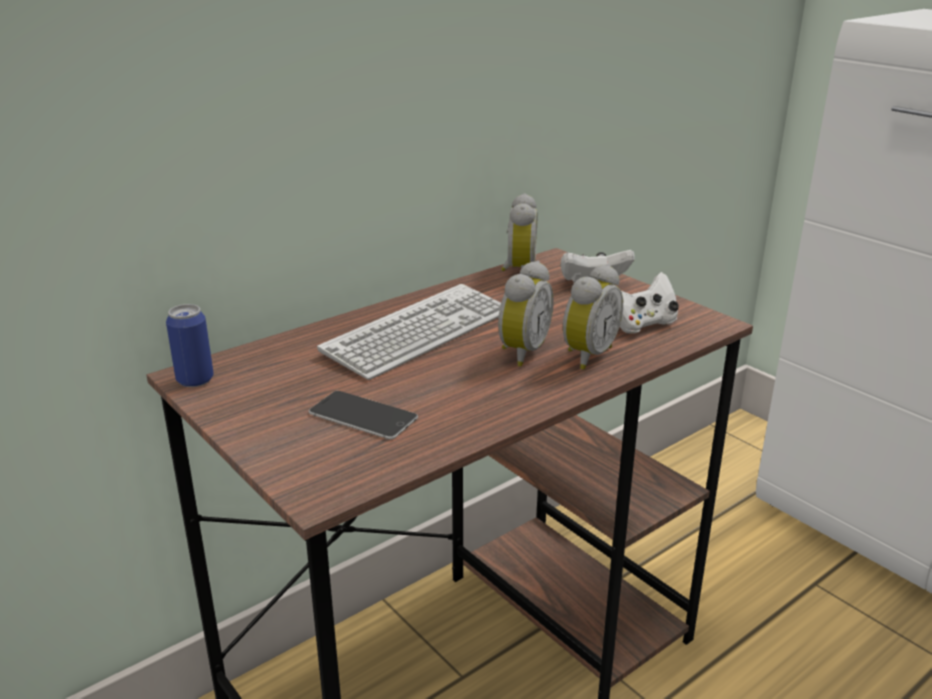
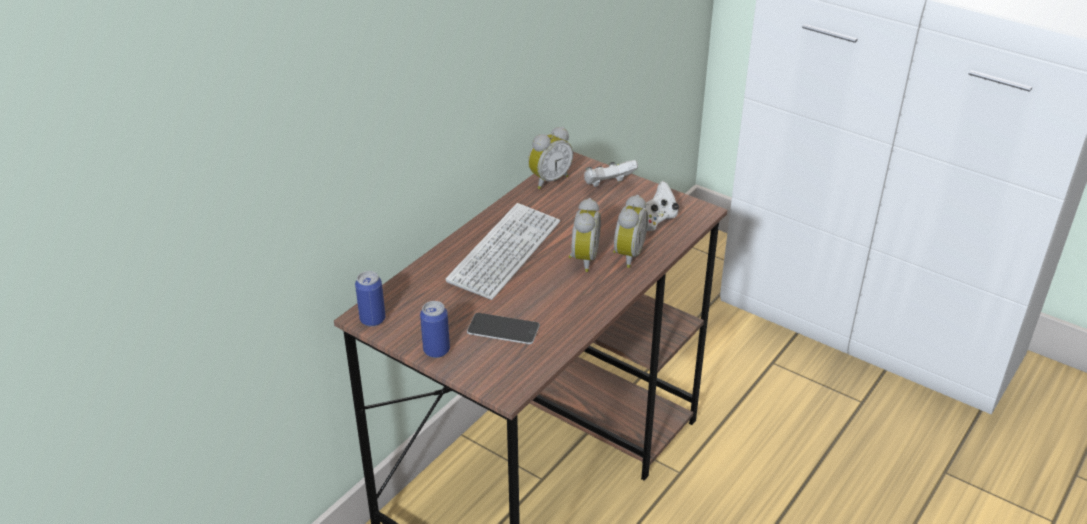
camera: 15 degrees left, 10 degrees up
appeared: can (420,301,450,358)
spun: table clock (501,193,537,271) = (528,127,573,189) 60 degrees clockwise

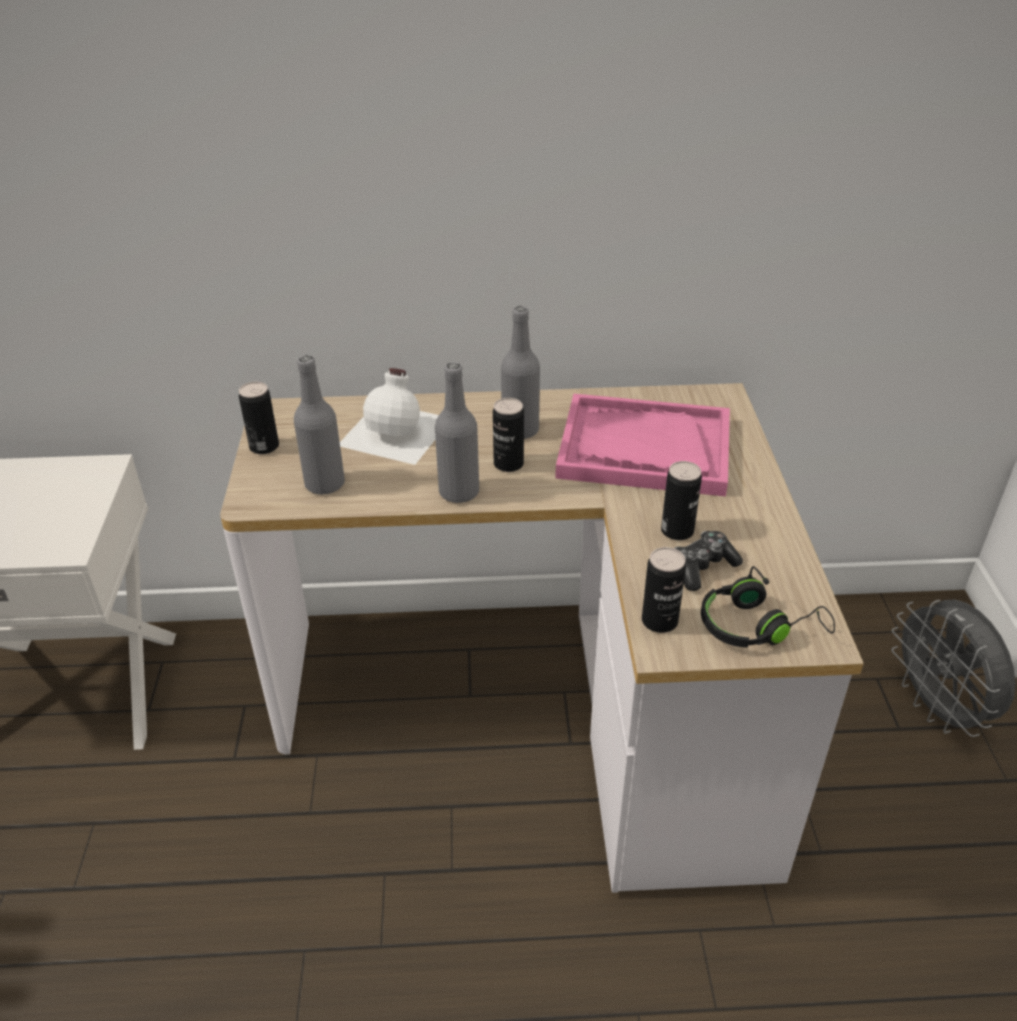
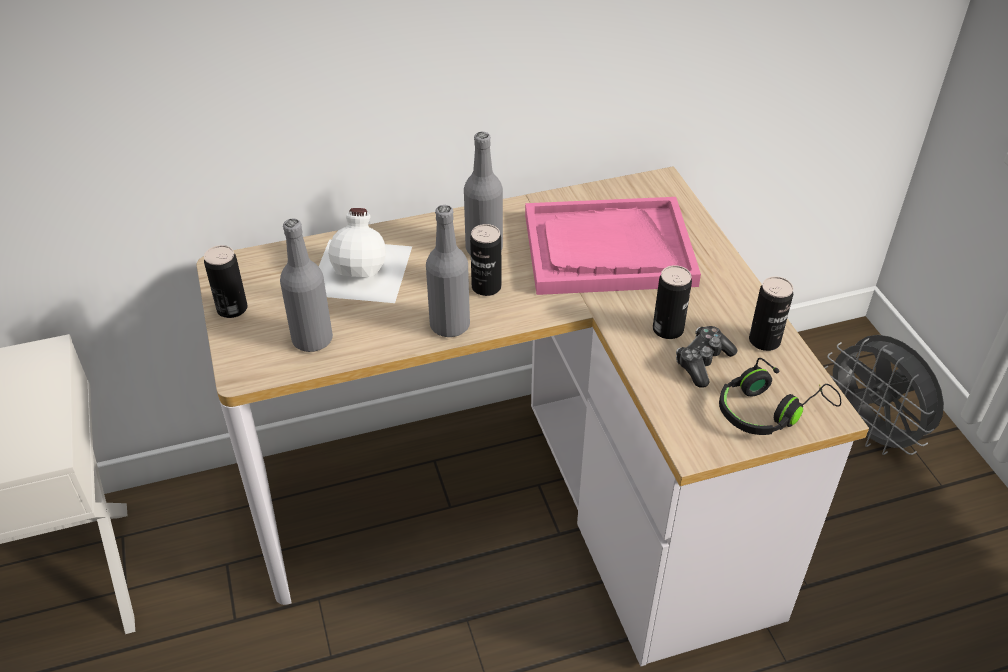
camera: 15 degrees left, 5 degrees up
relocated: can (642,547,686,633) to (749,276,793,351)

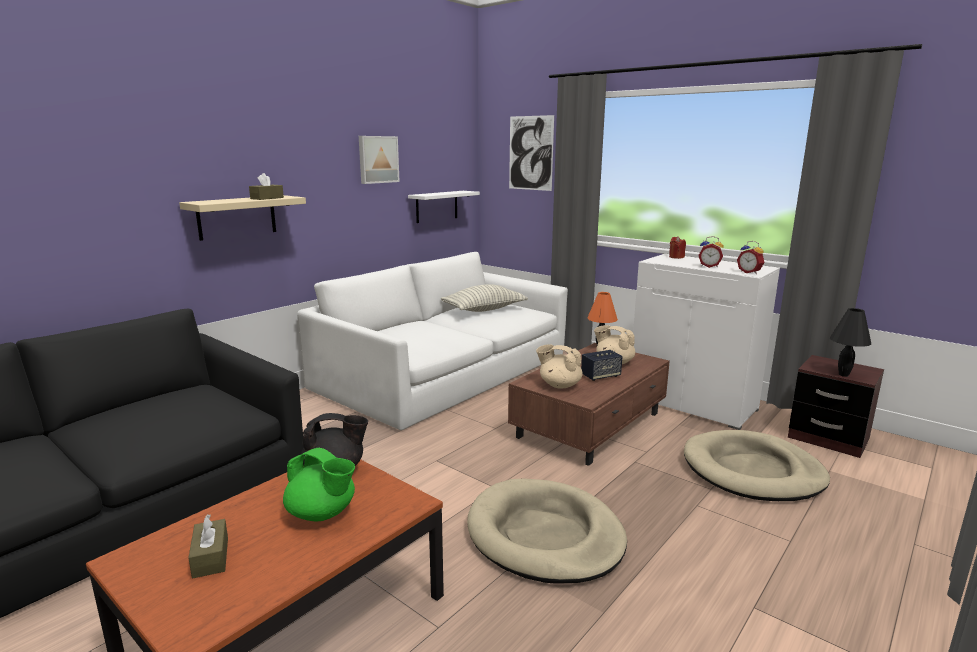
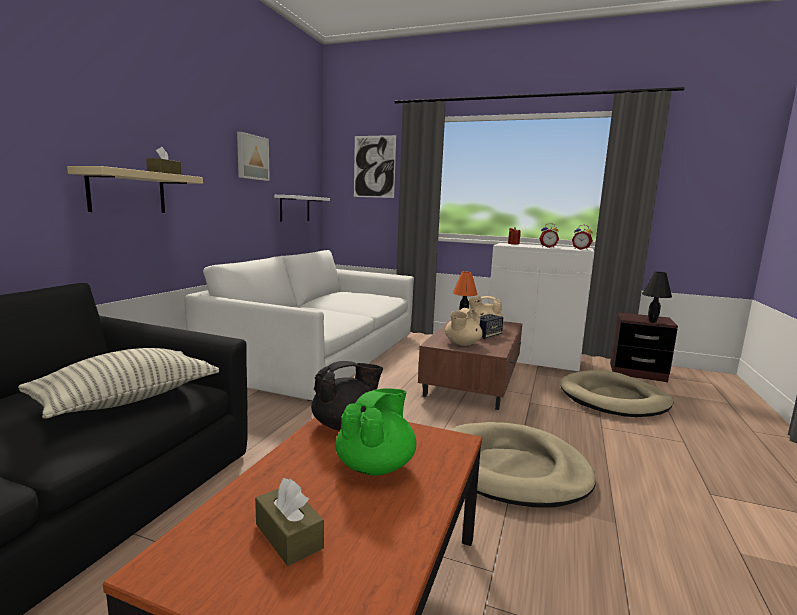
camera: 20 degrees left, 5 degrees down
relocated: cushion (441,284,528,312) to (18,348,219,418)
spun: teapot/greenish (283,448,355,521) = (336,388,416,476) 75 degrees counterclockwise; teapot/beige-coloured (536,344,583,388) = (445,308,483,346) 60 degrees counterclockwise

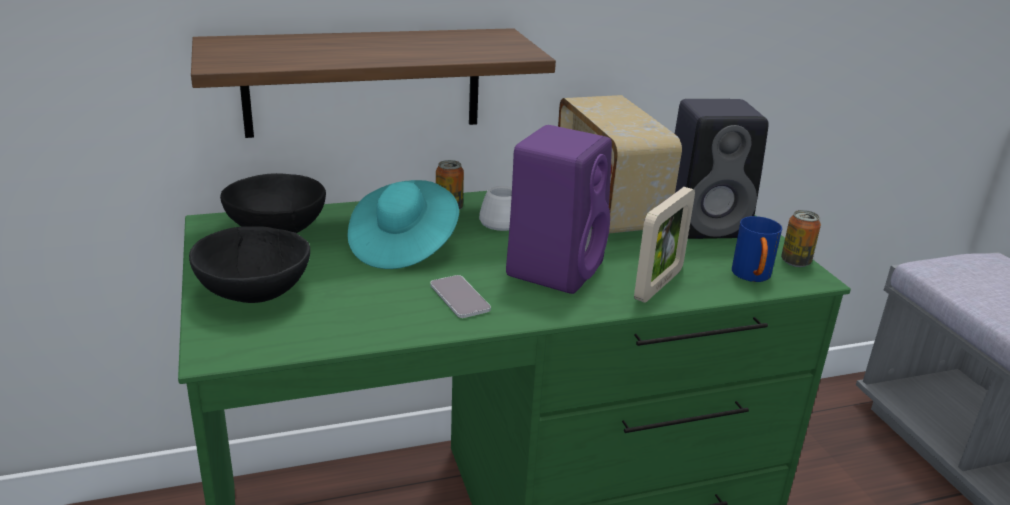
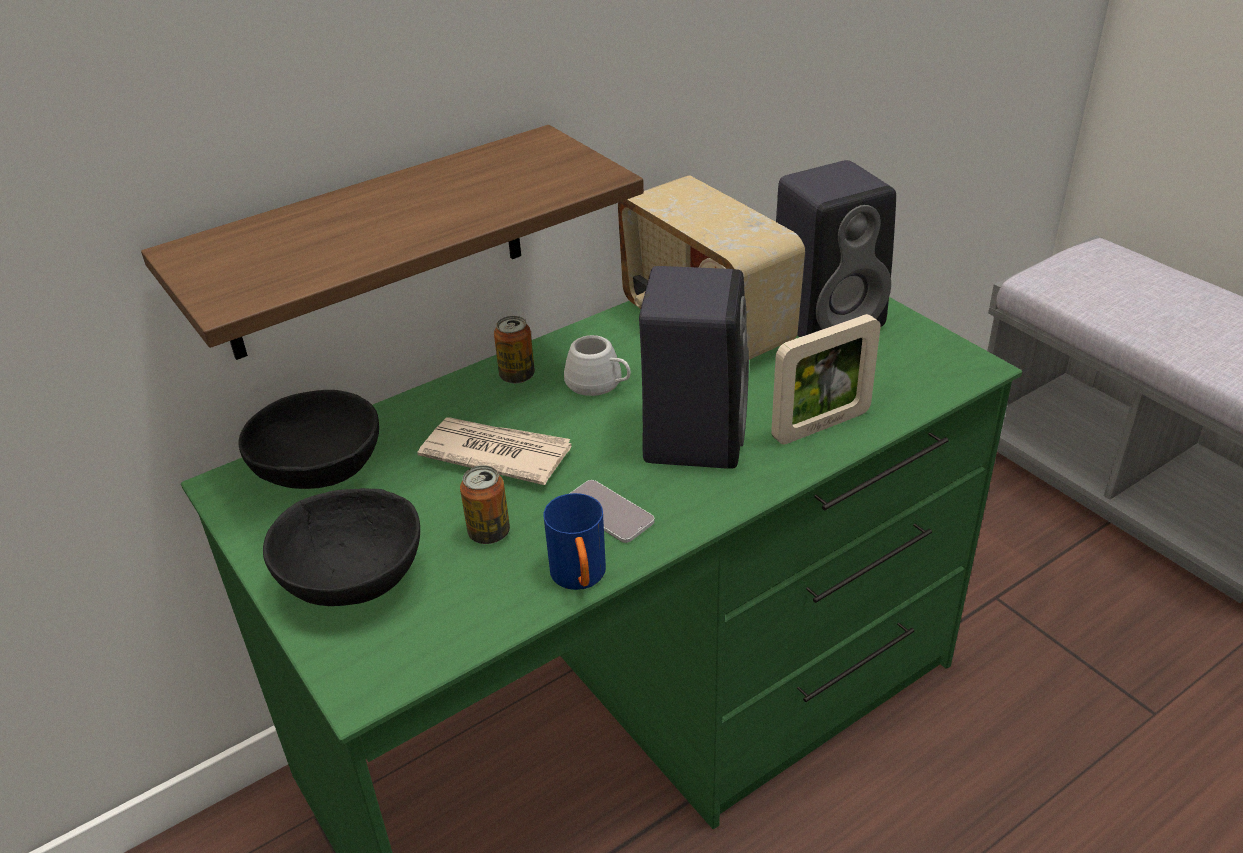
camera: 15 degrees left, 10 degrees up
relocated: mug/blue (732,216,782,282) to (543,493,606,590); can (781,210,821,267) to (460,465,510,544)
exchanged: hat/blue-green (348,180,459,269) to daily paper (417,418,572,485)
colour: audio speaker/purple (506,125,612,294) to audio speaker/blackish (639,266,749,469)
spun: picture frame (634,187,695,303) = (771,314,881,444) 45 degrees clockwise

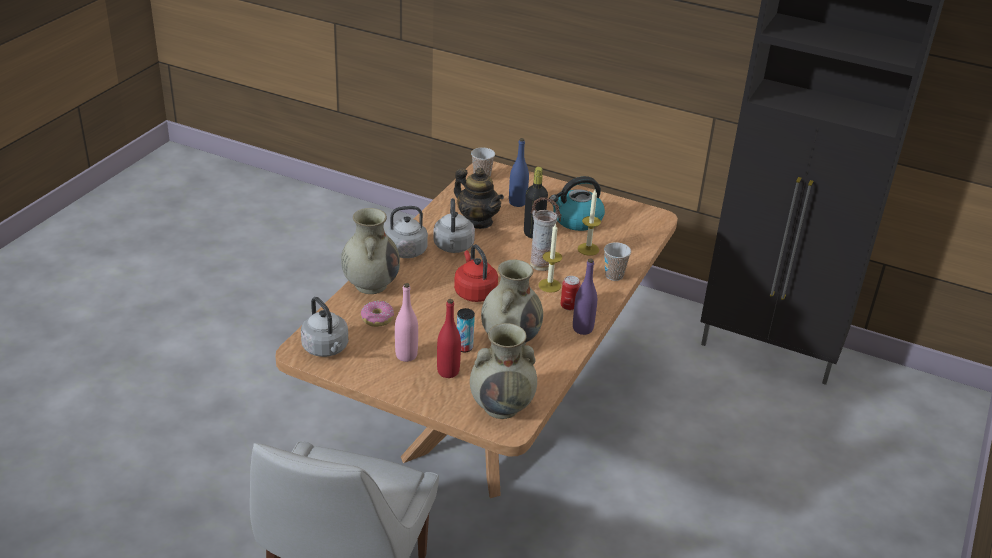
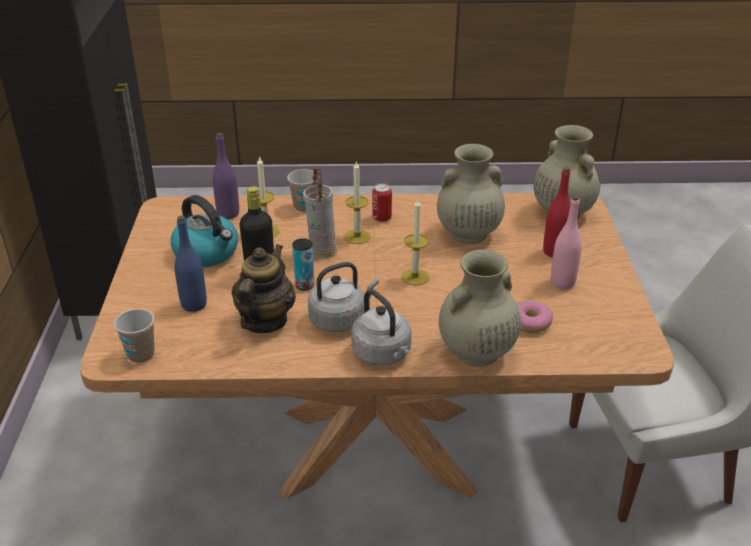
camera: 115 degrees left, 0 degrees up
missing: water kettle/grey (301,297,348,357)
relocated: can (457,308,475,352) to (292,238,315,290); beverage bottle/purple (573,258,597,335) to (213,133,239,219)
exchanged: water kettle/red (454,244,498,302) to candle (401,198,429,285)

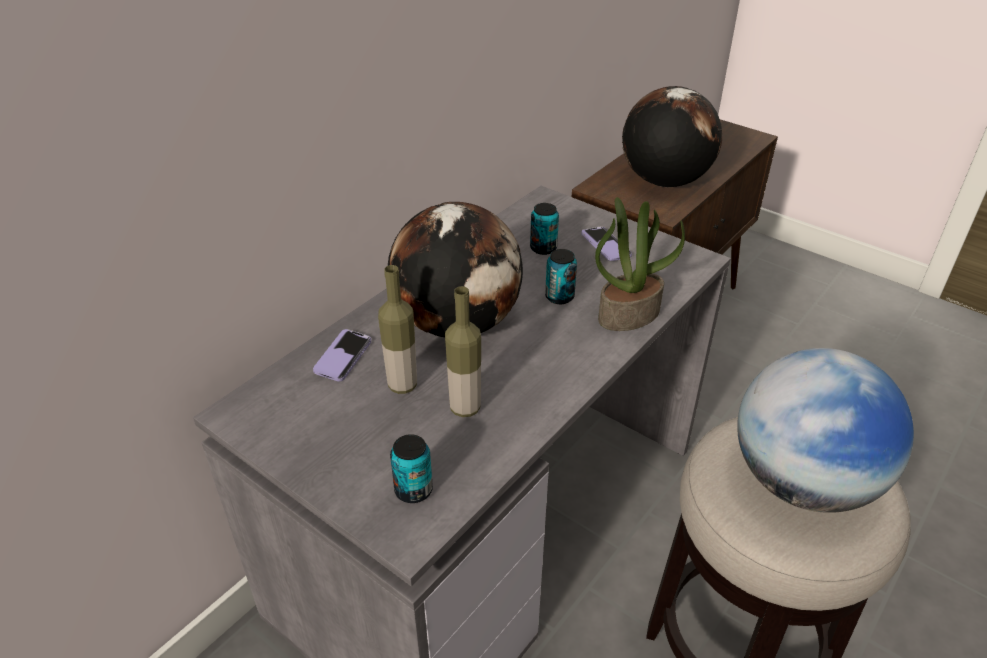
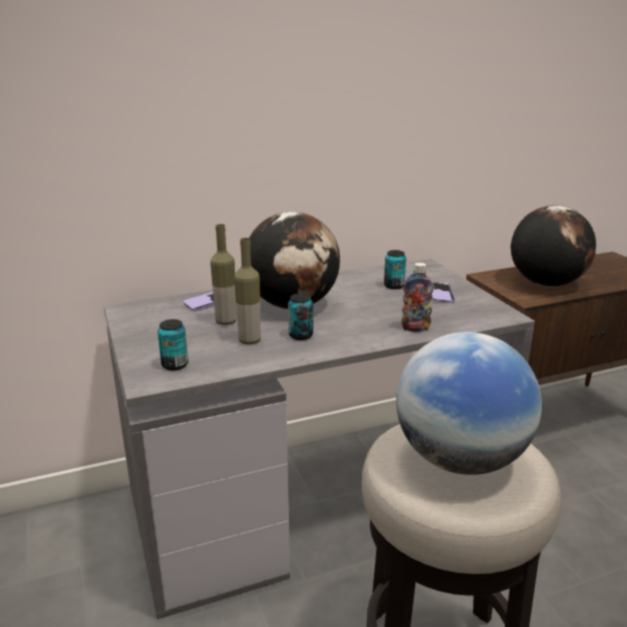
camera: 30 degrees right, 15 degrees down
relocated: can (545,249,577,304) to (288,293,313,340)
exchanged: plant in a pot (595,197,685,331) to beverage bottle (401,263,434,332)

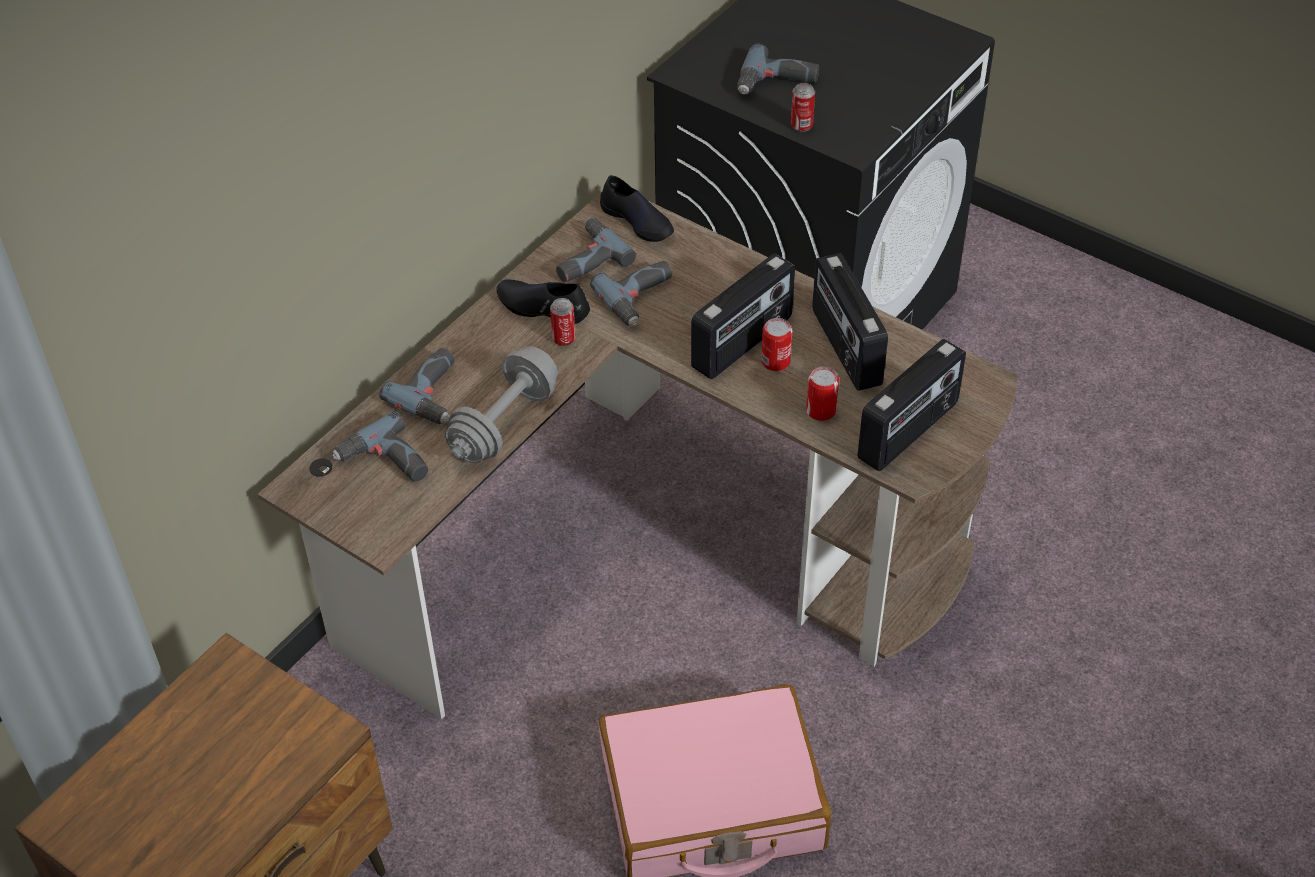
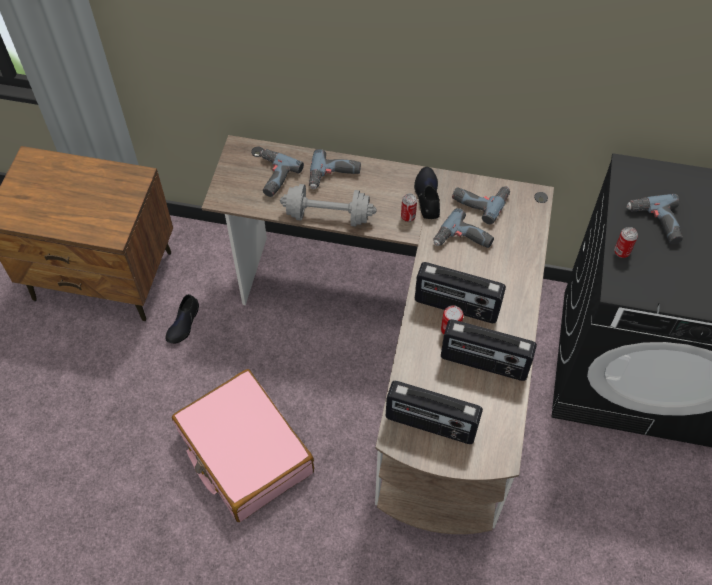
camera: 65 degrees right, 10 degrees up
missing: can (806,367,839,421)
relocated: shoe/blackish (600,175,674,242) to (165,294,199,344)
spun: radio set (812,253,888,391) = (441,319,537,381) 120 degrees counterclockwise

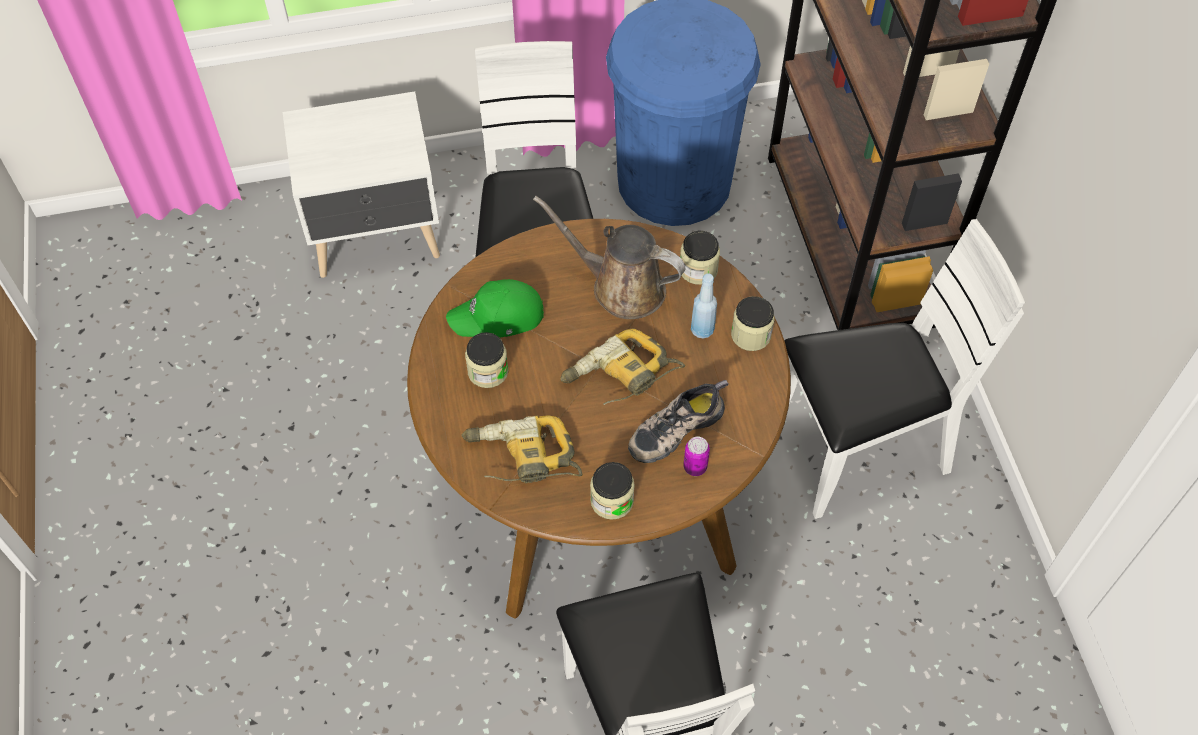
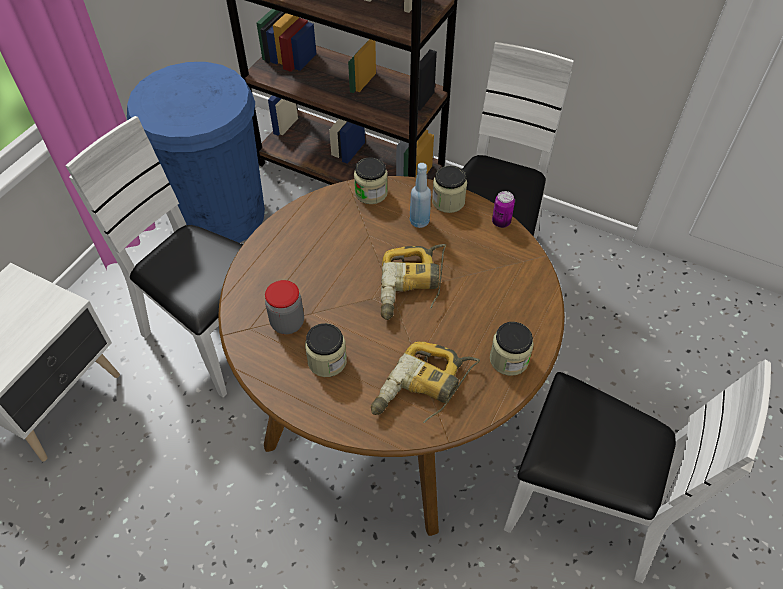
camera: 50 degrees left, 5 degrees down
missing: watering can/brown (533,195,685,319); shoe (628,380,729,463)
relocated: can (683,437,710,476) to (492,191,515,228)
exchanged: peaked cap/greenish (446,279,544,338) to preserve jar (265,280,304,334)

